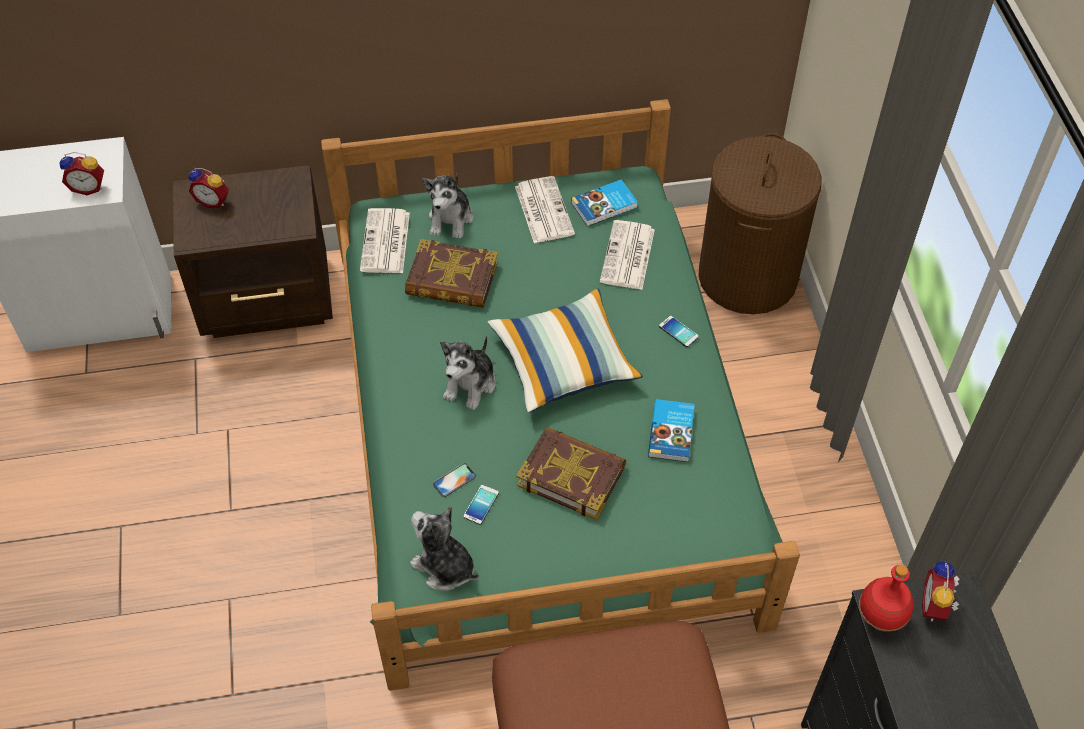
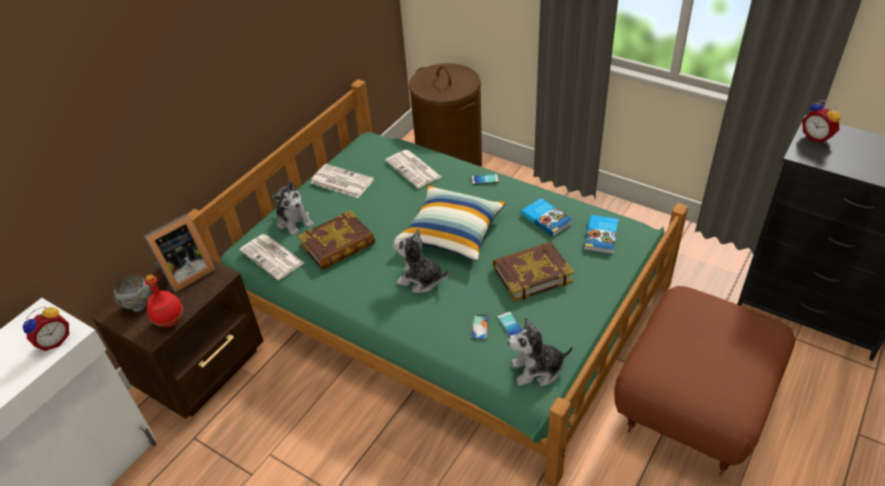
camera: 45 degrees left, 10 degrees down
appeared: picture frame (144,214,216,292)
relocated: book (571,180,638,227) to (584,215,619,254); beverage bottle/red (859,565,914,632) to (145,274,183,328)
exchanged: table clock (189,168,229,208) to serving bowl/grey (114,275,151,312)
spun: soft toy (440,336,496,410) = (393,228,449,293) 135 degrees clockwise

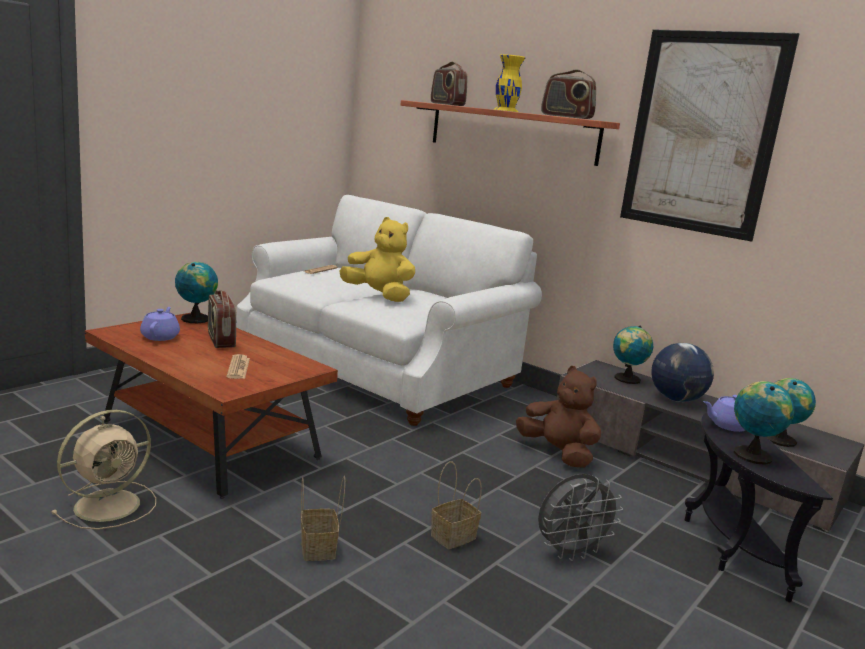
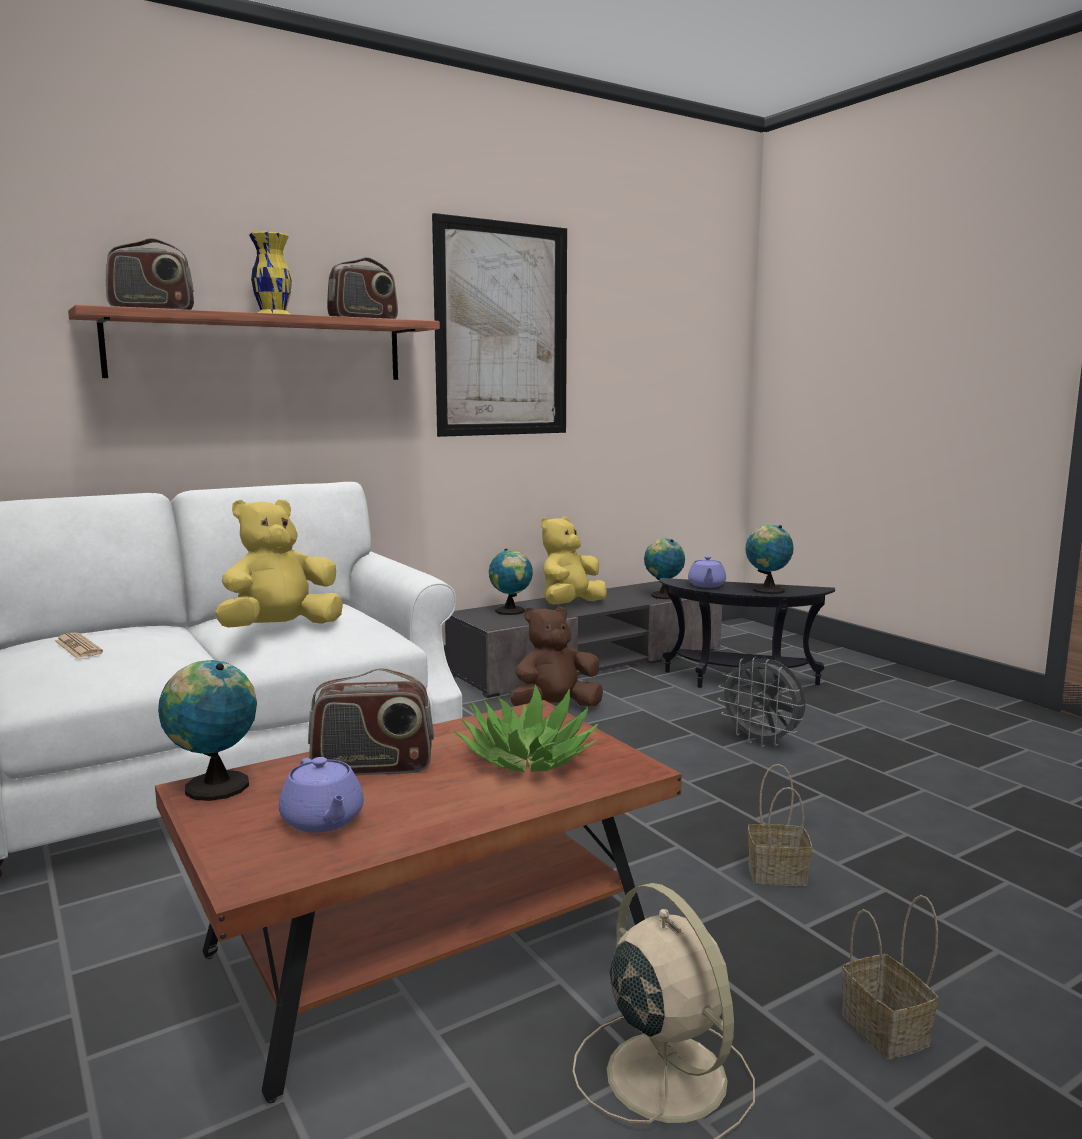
camera: 70 degrees left, 5 degrees down
relocated: storage basket (431,461,482,549) to (842,895,938,1060)
exchanged: daily paper (227,354,250,379) to plant in a pot (454,685,598,772); globe (651,343,714,402) to soft toy/yellow-coloured (541,517,607,604)
spun: teapot/purple (140,307,180,341) = (279,757,364,833) 135 degrees counterclockwise; fan/grey (538,474,623,561) = (718,657,806,747) 135 degrees clockwise

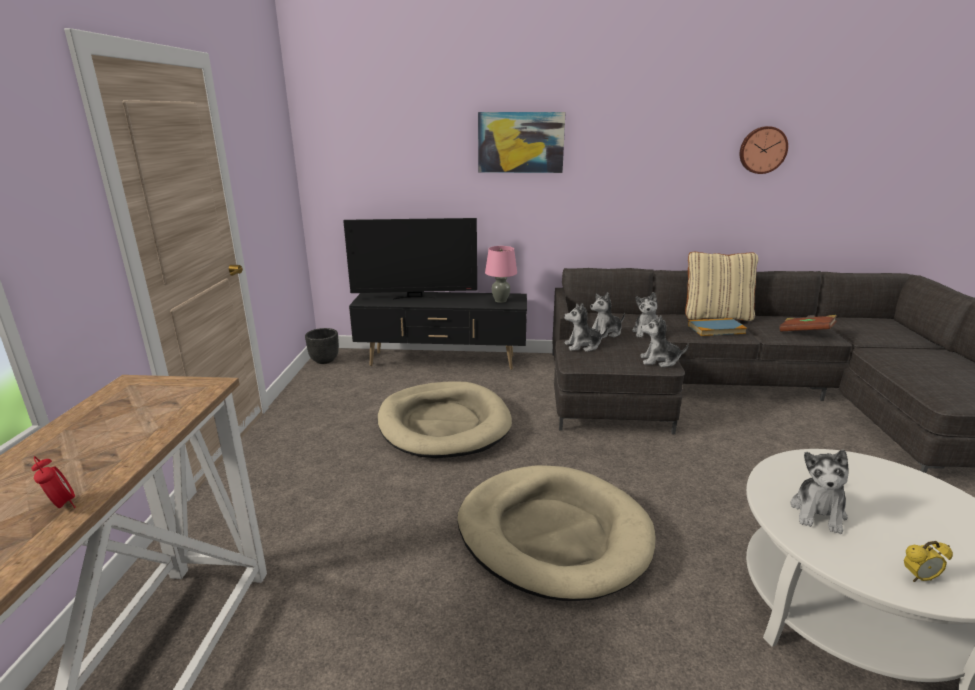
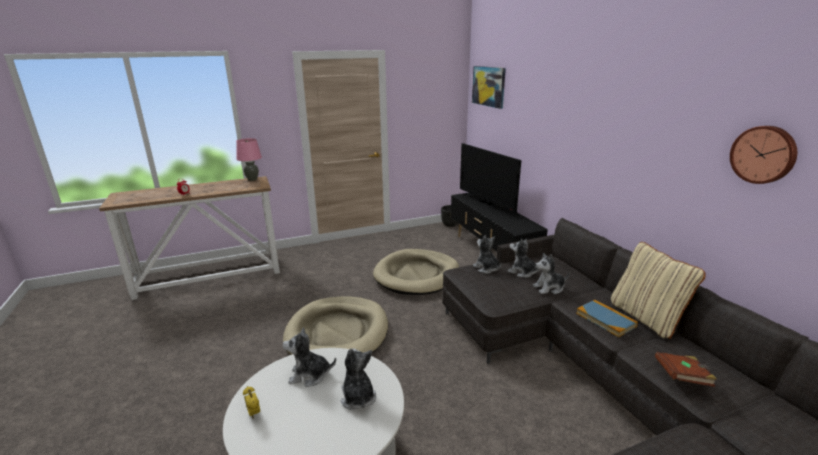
camera: 65 degrees right, 0 degrees up
relocated: picture (478,112,566,173) to (472,66,506,109); table lamp/pink-coloured (485,246,517,303) to (236,138,262,181); soft toy (640,315,689,367) to (341,349,376,410)

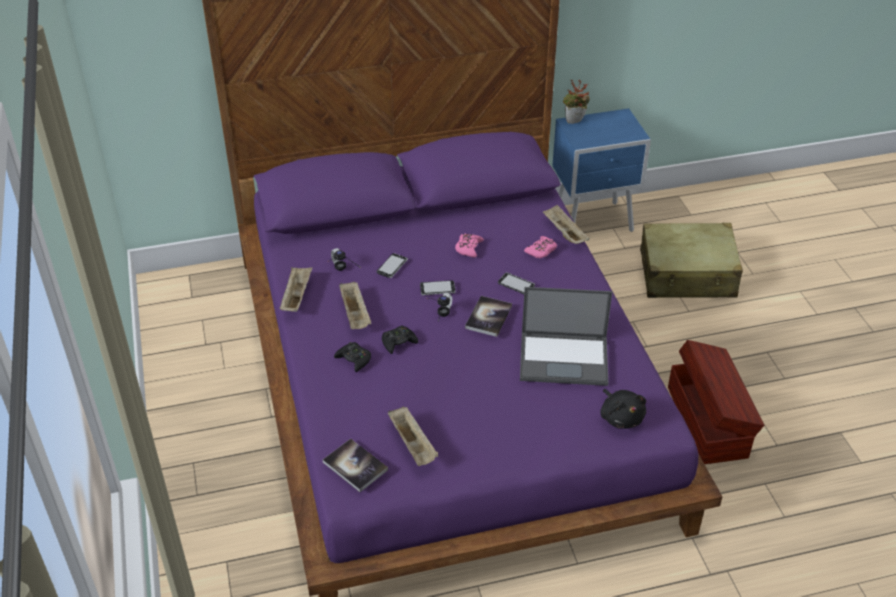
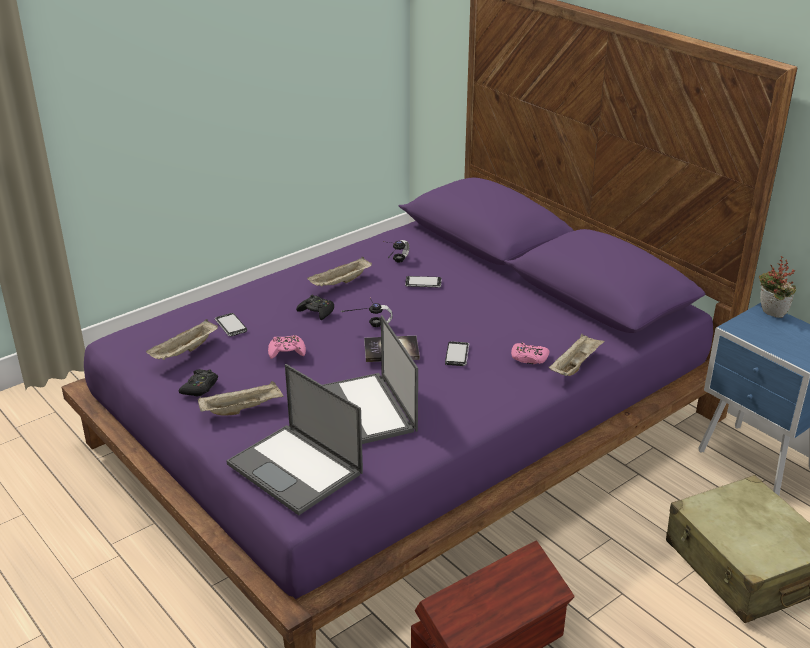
camera: 65 degrees right, 10 degrees down
missing: book (323,439,388,492)
relocated: carrying tray/beige-coloured (280,267,312,312) to (198,381,283,415); joypad/blackish (334,342,371,372) to (179,369,218,397); telephone (420,280,456,295) to (215,313,247,336); joypad/pink-coloured (455,234,484,257) to (268,335,306,359)
exchanged: soft toy/blackish (600,389,646,429) to laptop (226,364,363,515)

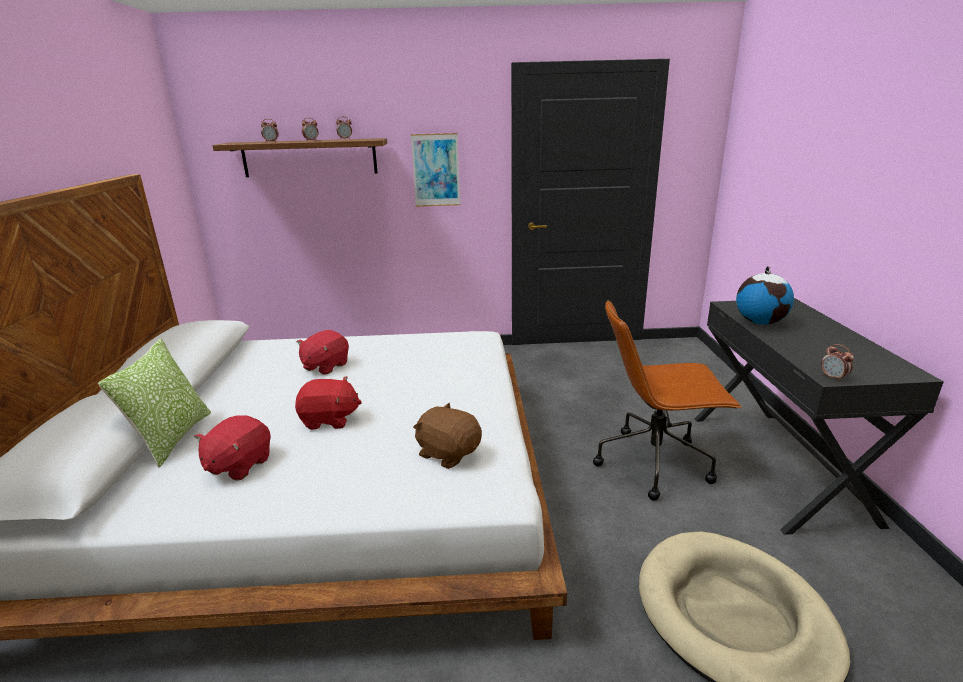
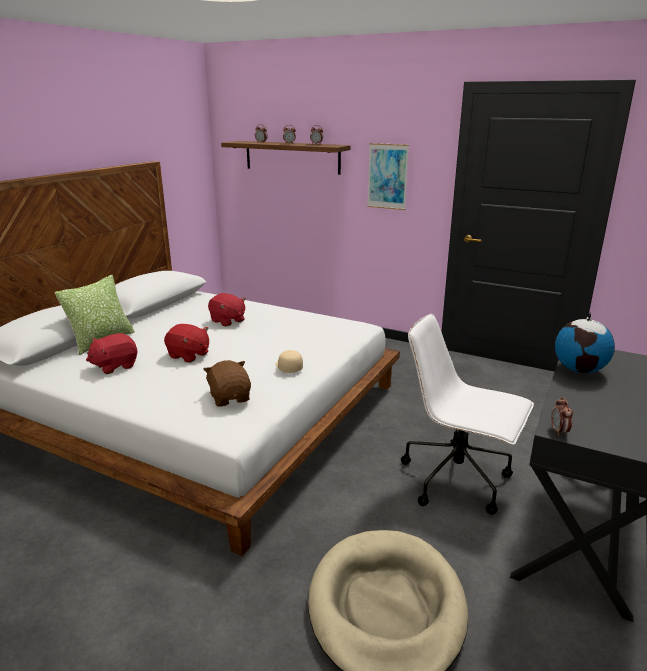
camera: 30 degrees right, 0 degrees up
appeared: peaked cap/beige-coloured (276,350,303,373)
colour: office chair/brown (593,300,742,501) to office chair/whitish (401,314,534,515)
spun: soft toy/red (297,330,349,375) = (208,293,246,326) 105 degrees counterclockwise

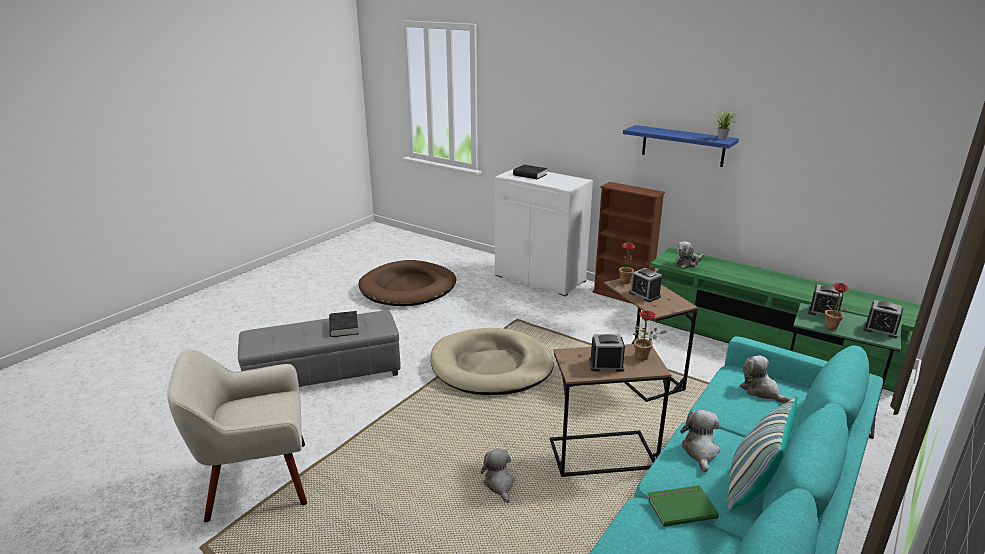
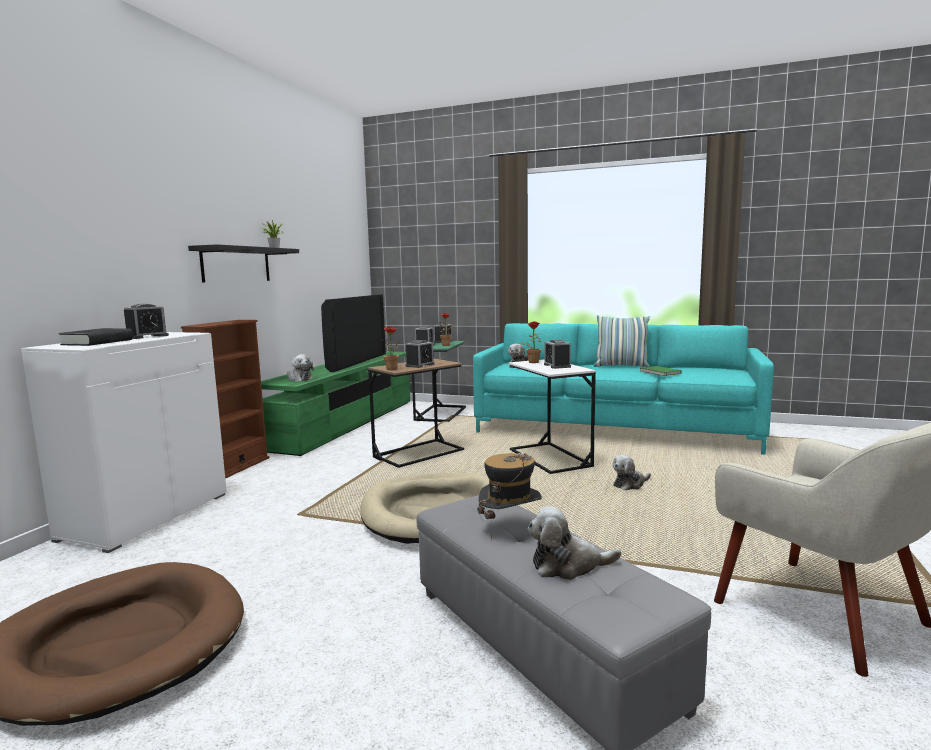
camera: 105 degrees left, 15 degrees down
appeared: table clock (124,304,169,339); TV set (321,294,386,372)
relocated: soft toy (680,410,720,472) to (528,506,621,580)
exchanged: book/blackish (329,311,359,337) to hat (477,453,542,540)
colour: side table/brown (550,344,671,477) to side table/whitish (508,359,596,474); bracket shelf/blue (623,125,739,167) to bracket shelf/blackish (188,244,299,283)

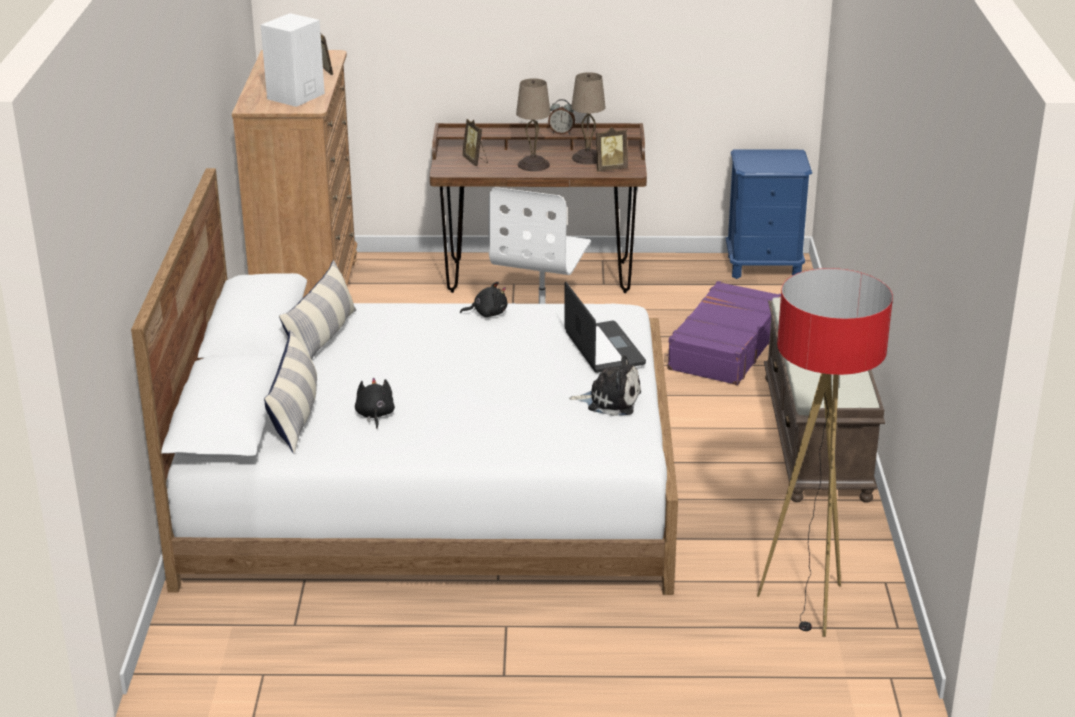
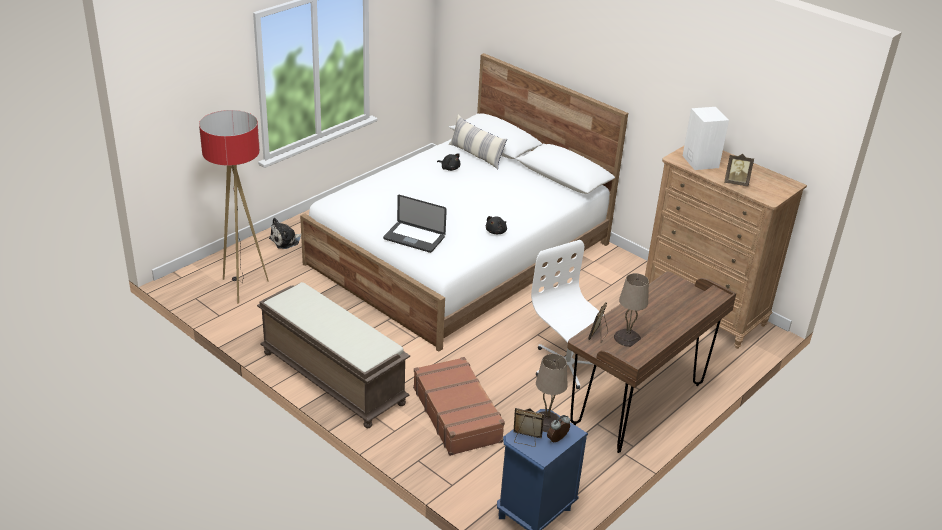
camera: 130 degrees right, 5 degrees up
missing: cushion (279,260,356,360)
relocated: picture frame (462,119,488,166) to (514,408,544,447); table lamp/beige-coloured (516,78,551,171) to (536,354,568,432); table clock (548,99,575,134) to (547,415,570,442); soft toy (569,355,641,416) to (269,218,301,249)
colour: travel case/purple (667,281,781,385) to travel case/brown (413,357,505,456)

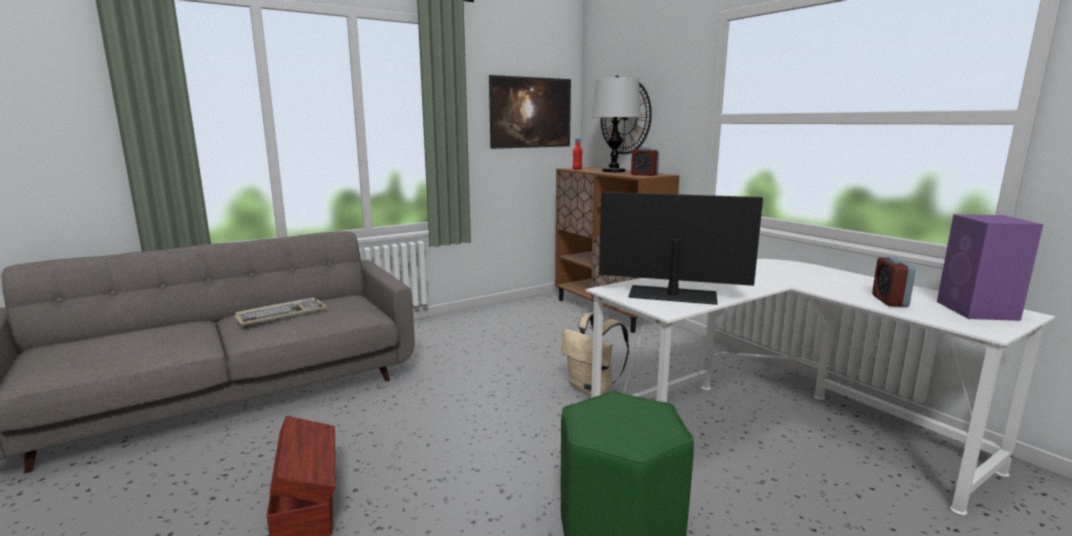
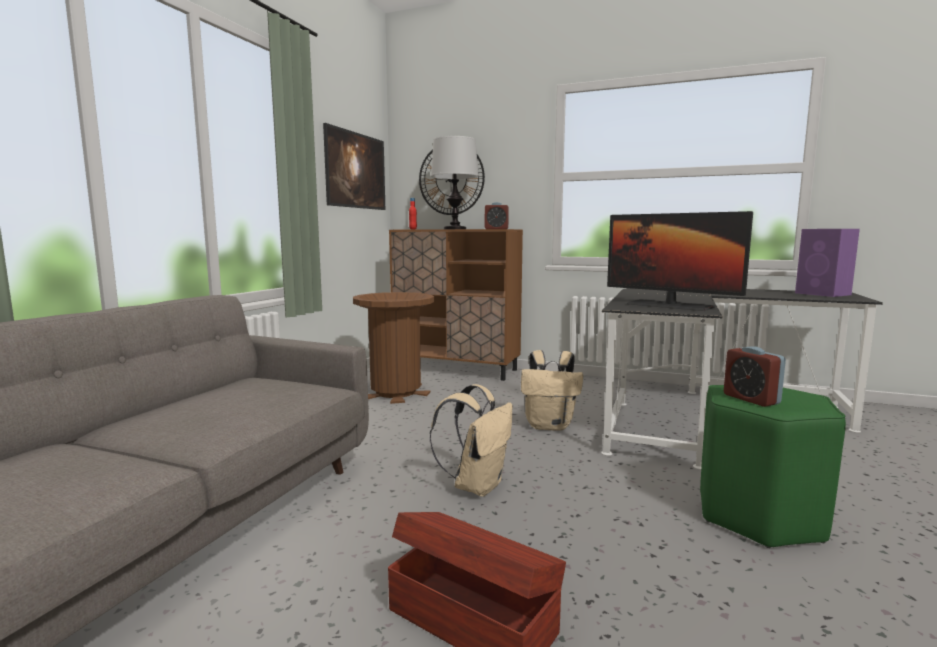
camera: 35 degrees left, 5 degrees down
missing: keyboard (234,298,327,326)
appeared: rubbish bin/brown (353,292,434,404); backpack/beige-coloured (430,384,512,497)
relocated: table clock (872,256,916,307) to (724,346,786,407)
colour: desk/whitish (586,259,1055,515) to desk/blackish (601,288,883,470)
spun: computer screen (599,192,763,305) = (607,211,753,311) 120 degrees counterclockwise

